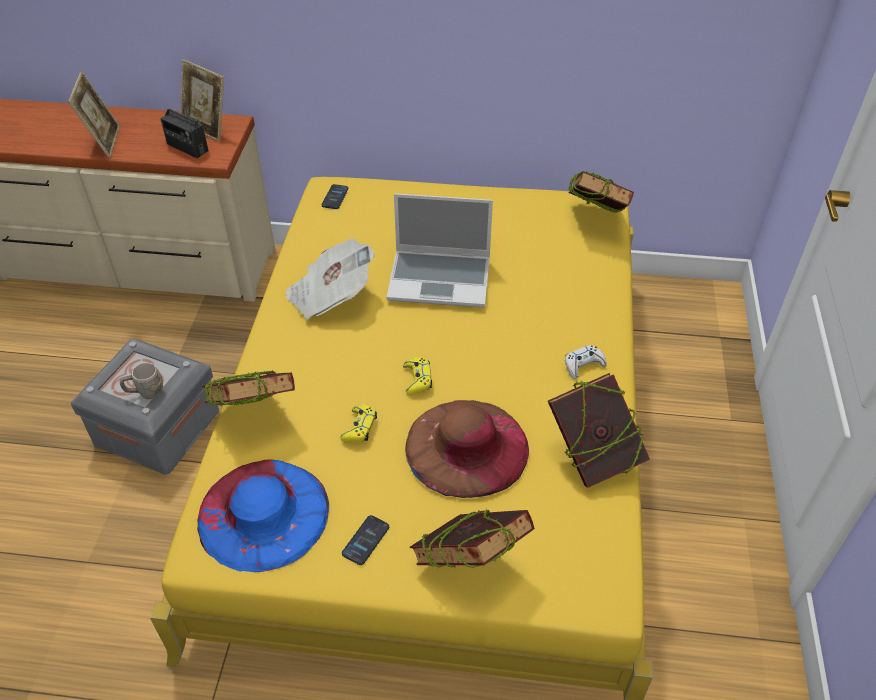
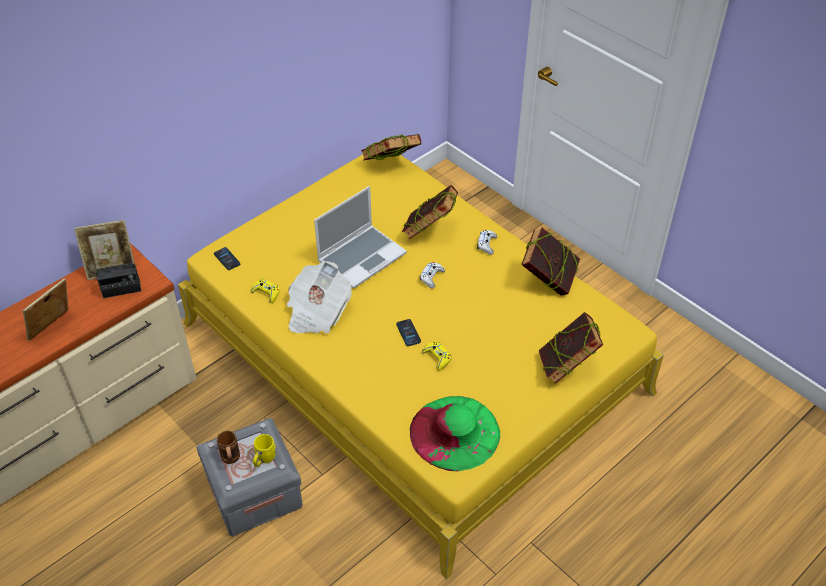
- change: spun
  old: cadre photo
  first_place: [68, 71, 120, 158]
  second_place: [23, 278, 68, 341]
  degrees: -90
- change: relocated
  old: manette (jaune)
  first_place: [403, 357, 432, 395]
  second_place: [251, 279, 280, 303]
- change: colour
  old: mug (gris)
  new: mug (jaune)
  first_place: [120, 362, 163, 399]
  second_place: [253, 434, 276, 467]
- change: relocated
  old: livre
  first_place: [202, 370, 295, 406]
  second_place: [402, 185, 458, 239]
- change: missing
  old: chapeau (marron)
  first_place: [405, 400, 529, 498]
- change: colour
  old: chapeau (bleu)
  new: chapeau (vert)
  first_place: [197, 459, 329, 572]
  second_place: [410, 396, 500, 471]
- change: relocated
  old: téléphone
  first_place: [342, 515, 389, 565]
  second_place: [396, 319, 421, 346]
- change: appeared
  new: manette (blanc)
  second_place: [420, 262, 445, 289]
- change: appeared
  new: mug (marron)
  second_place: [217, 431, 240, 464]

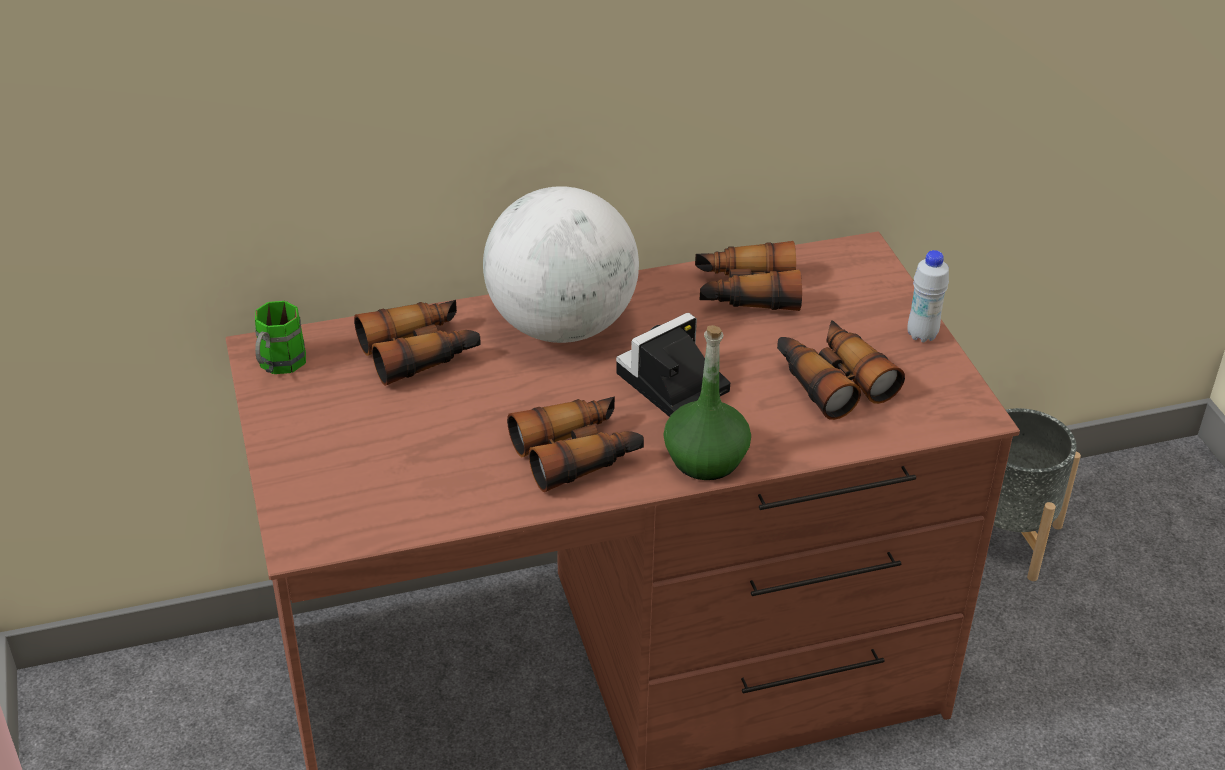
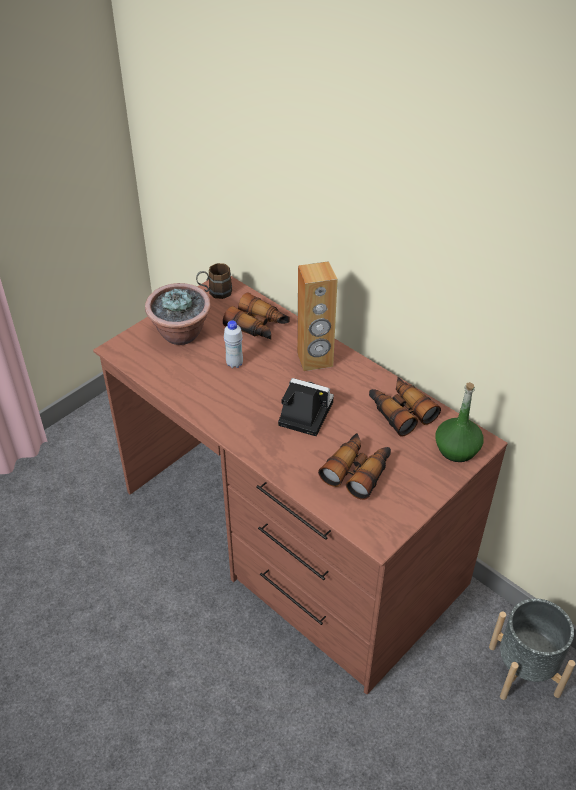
- change: exchanged
  old: globe
  new: enceinte (marron)
  first_place: [483, 186, 639, 343]
  second_place: [297, 261, 338, 371]
- change: relocated
  old: bouteille (blanc)
  first_place: [907, 250, 949, 342]
  second_place: [224, 320, 243, 368]
- change: colour
  old: mug (vert)
  new: mug (marron)
  first_place: [255, 301, 306, 374]
  second_place: [196, 263, 232, 299]
- change: relocated
  old: bouteille (vert)
  first_place: [663, 325, 751, 480]
  second_place: [435, 382, 483, 462]
- change: missing
  old: jumelles
  first_place: [507, 396, 644, 492]
- change: appeared
  new: plante en pot
  second_place: [145, 283, 211, 345]

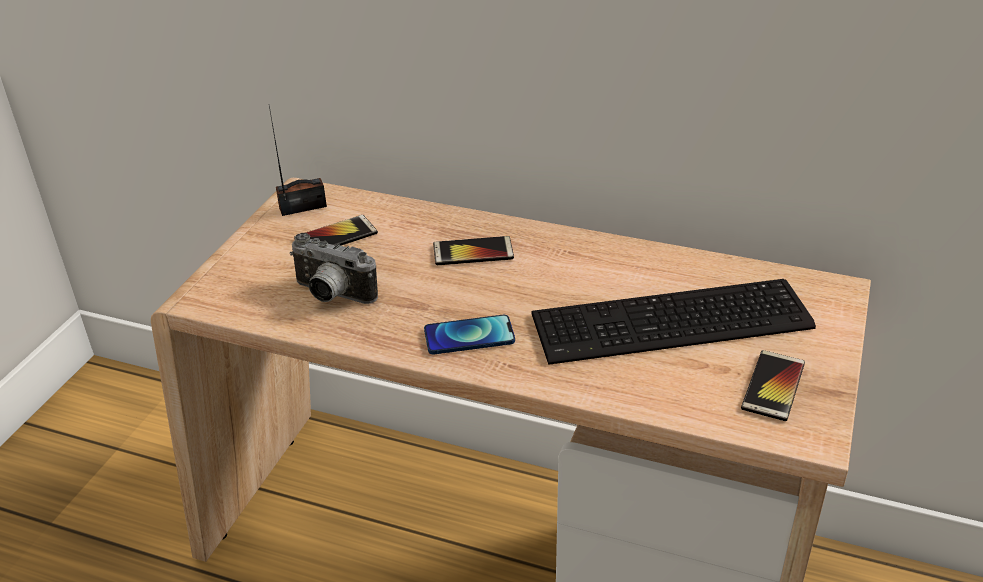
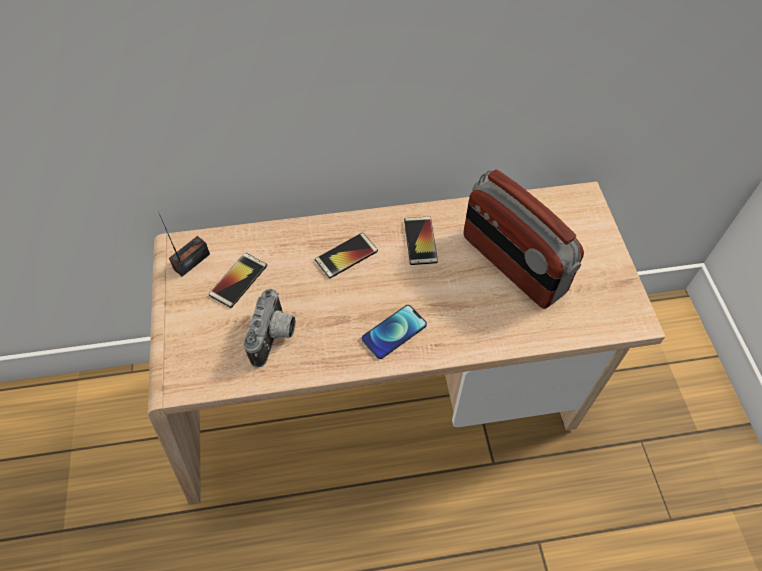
- change: spun
  old: appareil photo
  first_place: [290, 233, 378, 304]
  second_place: [244, 289, 296, 367]
  degrees: -75
- change: exchanged
  old: clavier
  new: radio
  first_place: [531, 279, 816, 365]
  second_place: [464, 170, 584, 309]
- change: relocated
  old: téléphone
  first_place: [741, 350, 805, 421]
  second_place: [404, 216, 438, 265]

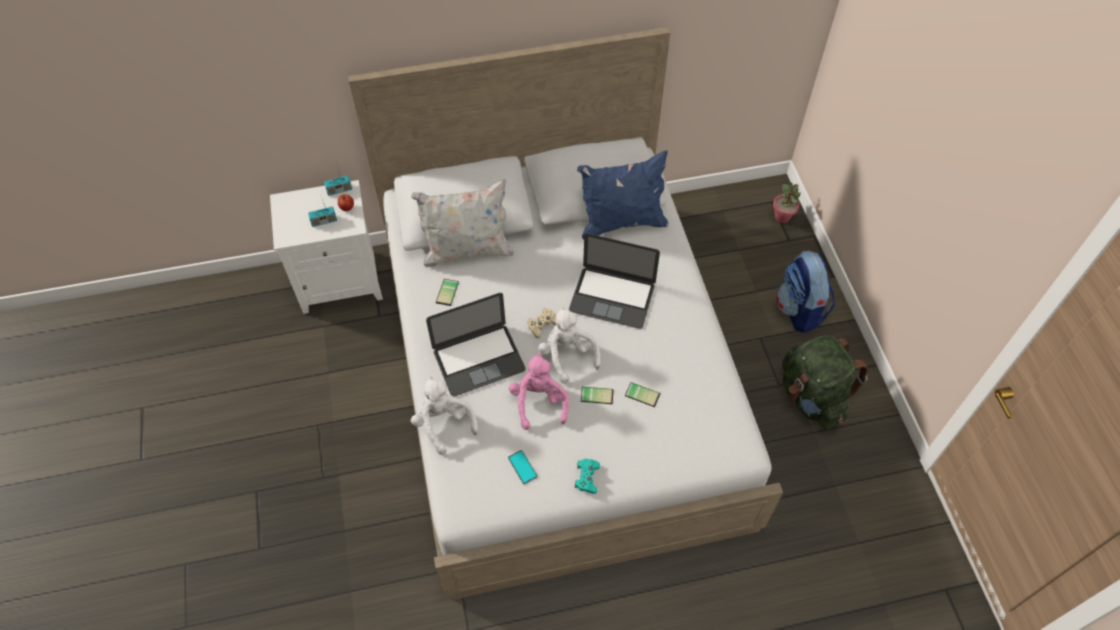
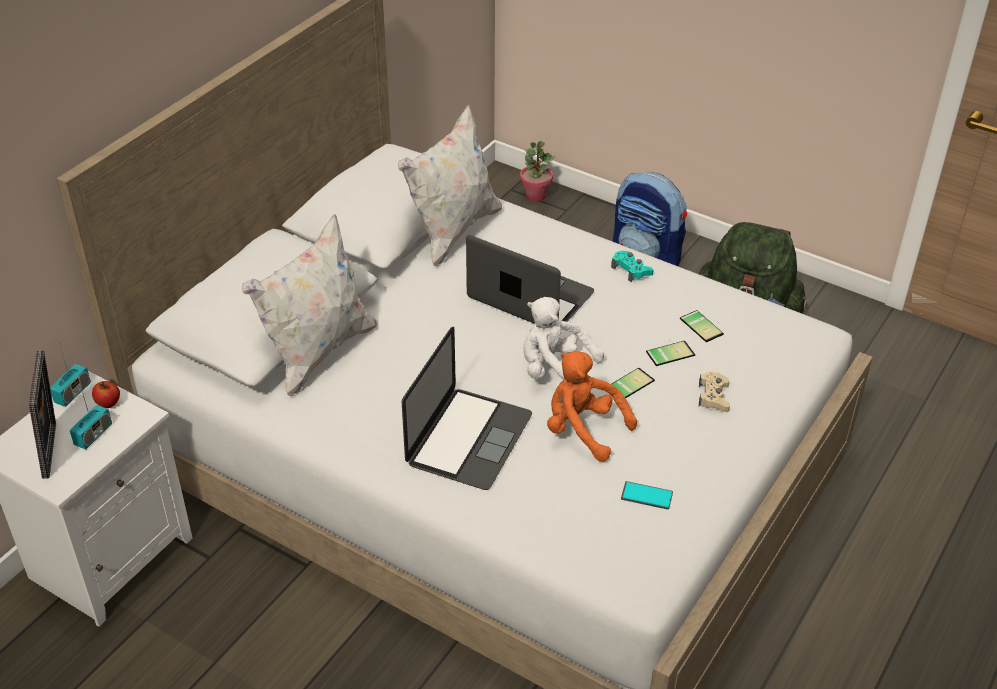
- change: colour
  old: coussin (bleu)
  new: coussin (blanc)
  first_place: [577, 150, 668, 239]
  second_place: [398, 105, 502, 266]
- change: spun
  old: ordinateur portable
  first_place: [569, 234, 660, 329]
  second_place: [466, 235, 594, 324]
  degrees: -120
- change: relocated
  old: téléphone
  first_place: [436, 279, 459, 306]
  second_place: [680, 310, 724, 342]
- change: relocated
  old: manette (beige)
  first_place: [528, 308, 556, 339]
  second_place: [699, 372, 730, 412]
- change: colour
  old: peluche (rose)
  new: peluche (orange)
  first_place: [509, 353, 569, 430]
  second_place: [547, 351, 637, 462]
- change: missing
  old: peluche (blanc)
  first_place: [411, 377, 478, 455]
- change: relocated
  old: manette (turquoise)
  first_place: [575, 459, 600, 494]
  second_place: [611, 251, 654, 282]
- change: appeared
  new: cadre photo
  second_place: [29, 350, 56, 479]

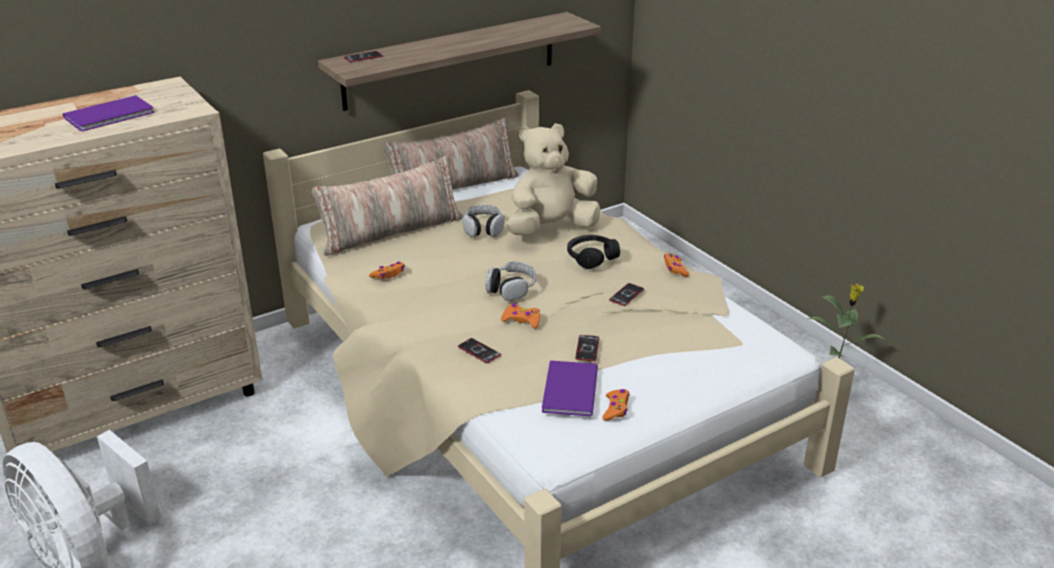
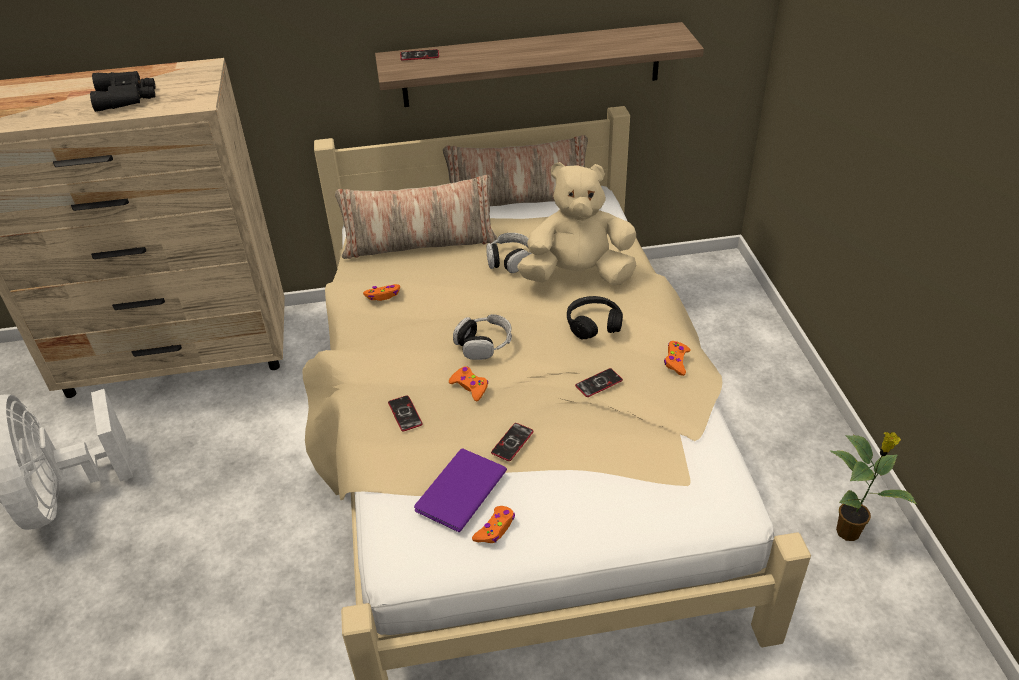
- change: exchanged
  old: livre (violet)
  new: jumelles (noir)
  first_place: [63, 95, 154, 131]
  second_place: [90, 71, 156, 112]

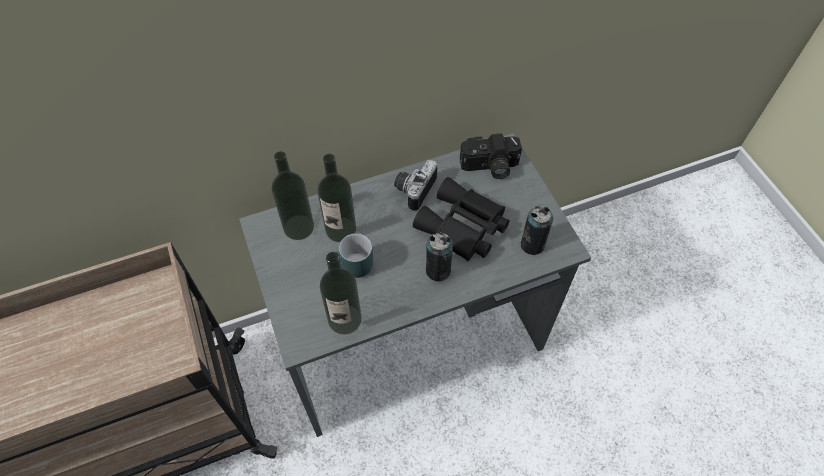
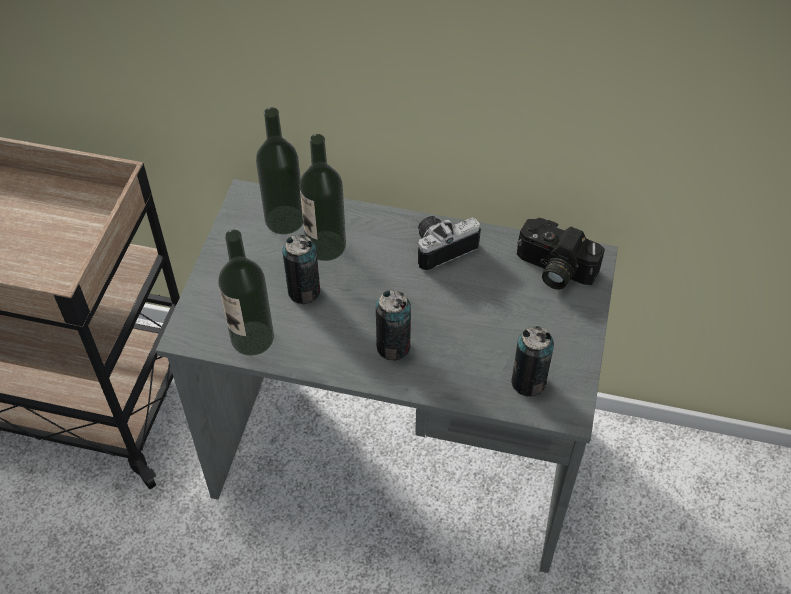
- change: missing
  old: jumelles (noir)
  first_place: [413, 177, 510, 261]
- change: exchanged
  old: mug (turquoise)
  new: boîte métallique
  first_place: [326, 233, 373, 278]
  second_place: [282, 234, 320, 304]

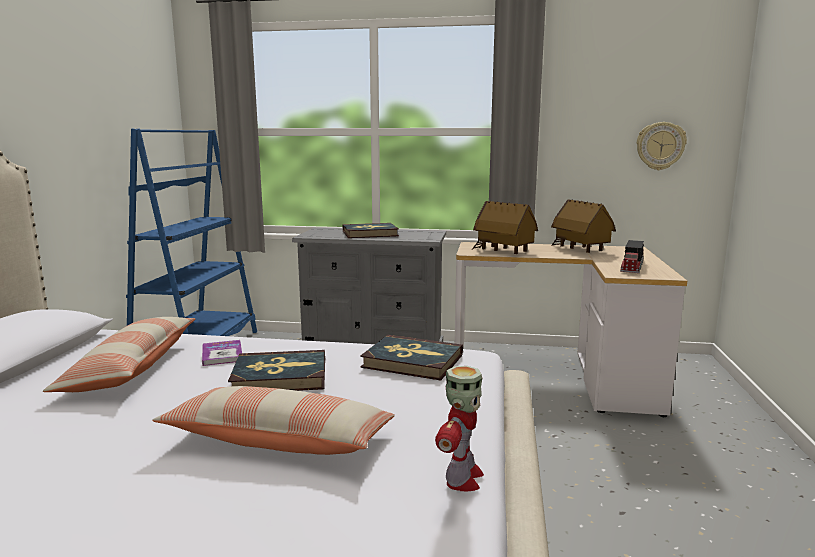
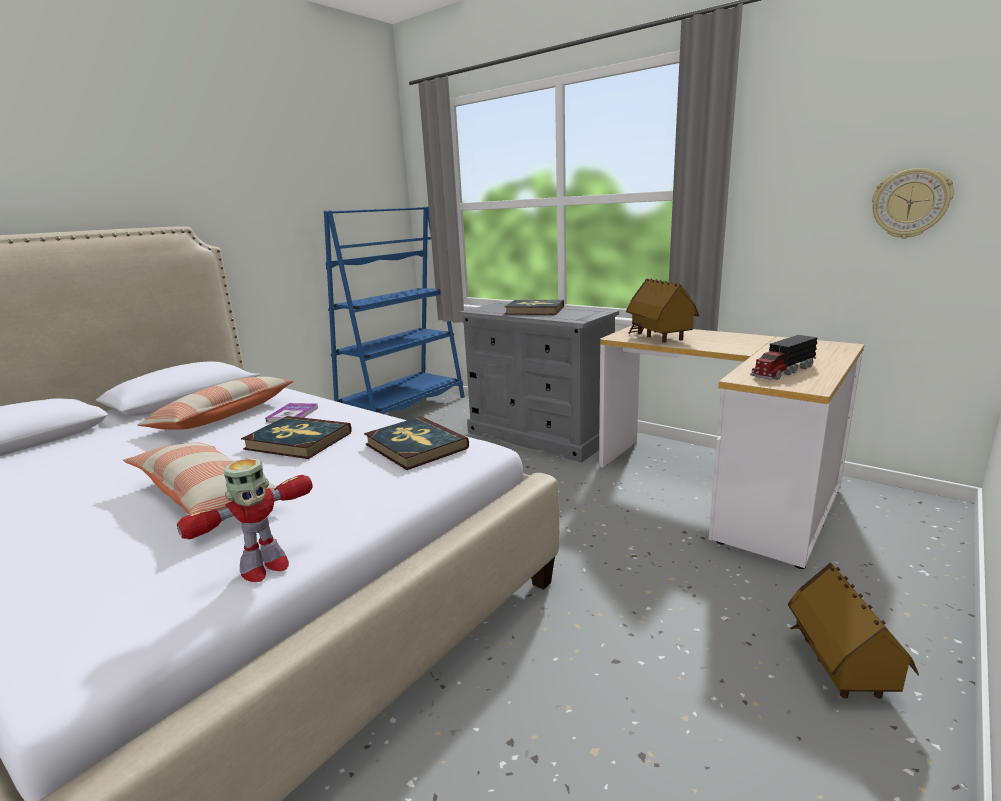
- change: relocated
  old: maison miniature
  first_place: [551, 200, 616, 253]
  second_place: [788, 562, 919, 699]

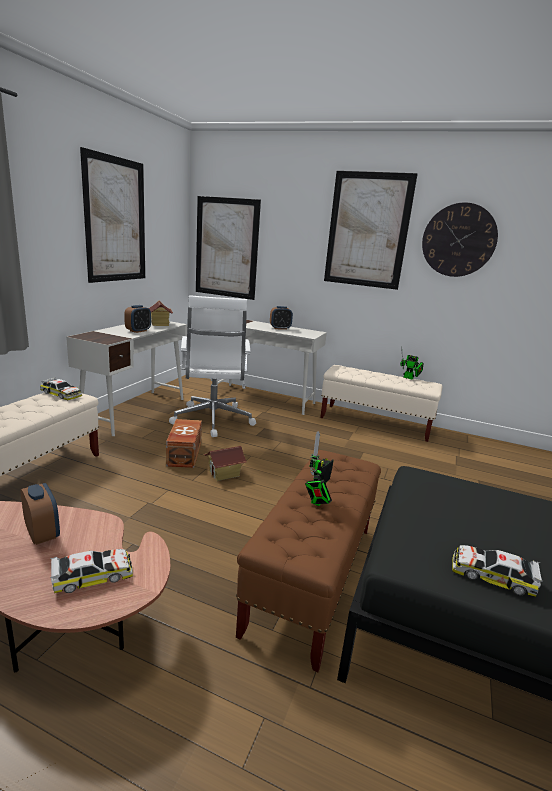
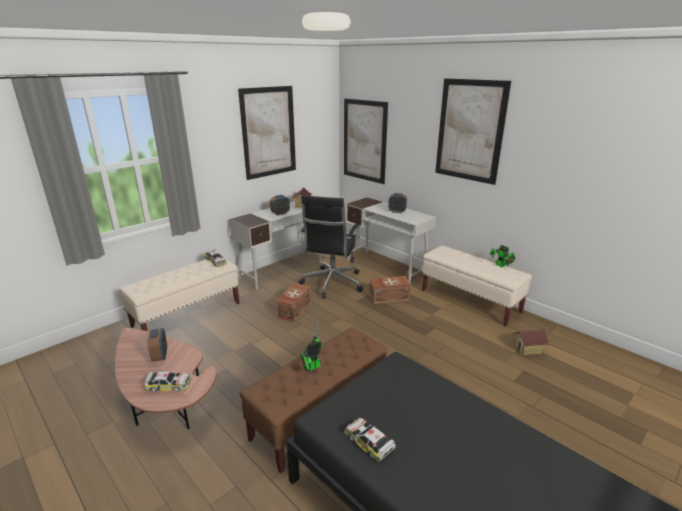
- change: missing
  old: horloge murale
  first_place: [422, 202, 498, 277]
- change: colour
  old: chaise de bureau (blanc)
  new: chaise de bureau (noir)
  first_place: [169, 295, 256, 437]
  second_place: [299, 195, 363, 299]
- change: relocated
  old: maison miniature
  first_place: [204, 446, 247, 481]
  second_place: [513, 330, 550, 355]
- change: appeared
  new: boîte de rangement (marron)
  second_place: [370, 276, 411, 304]

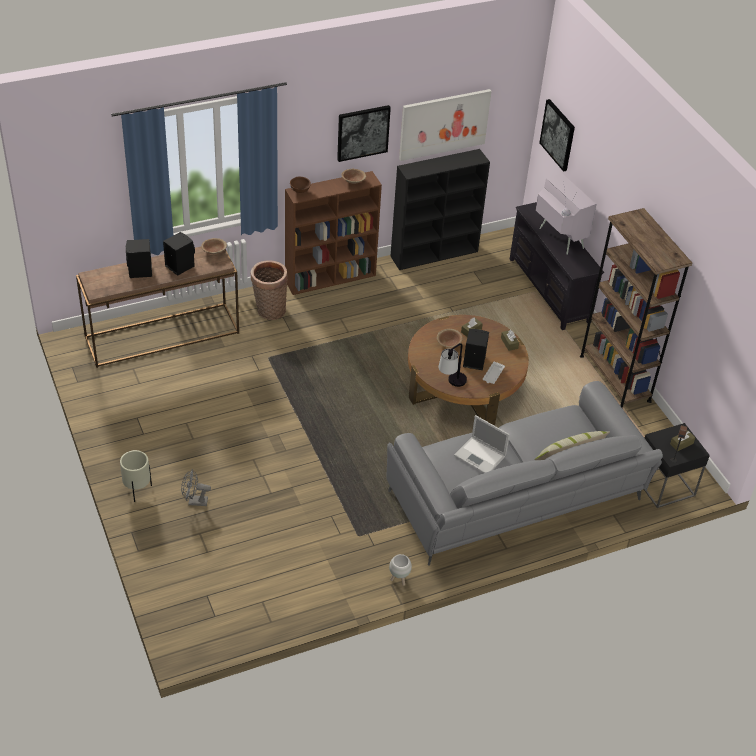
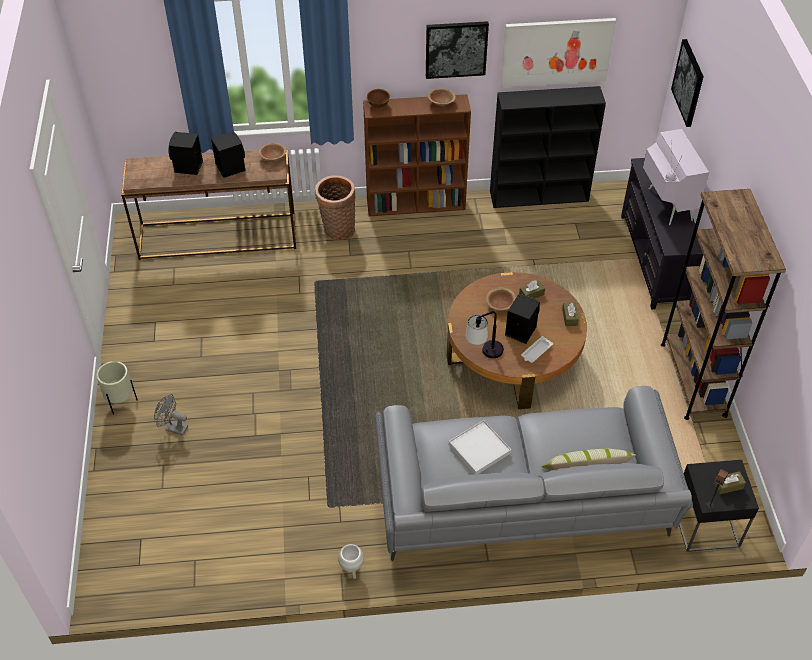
- change: exchanged
  old: ordinateur portable
  new: plateau (blanc)
  first_place: [454, 415, 510, 473]
  second_place: [449, 420, 511, 474]

